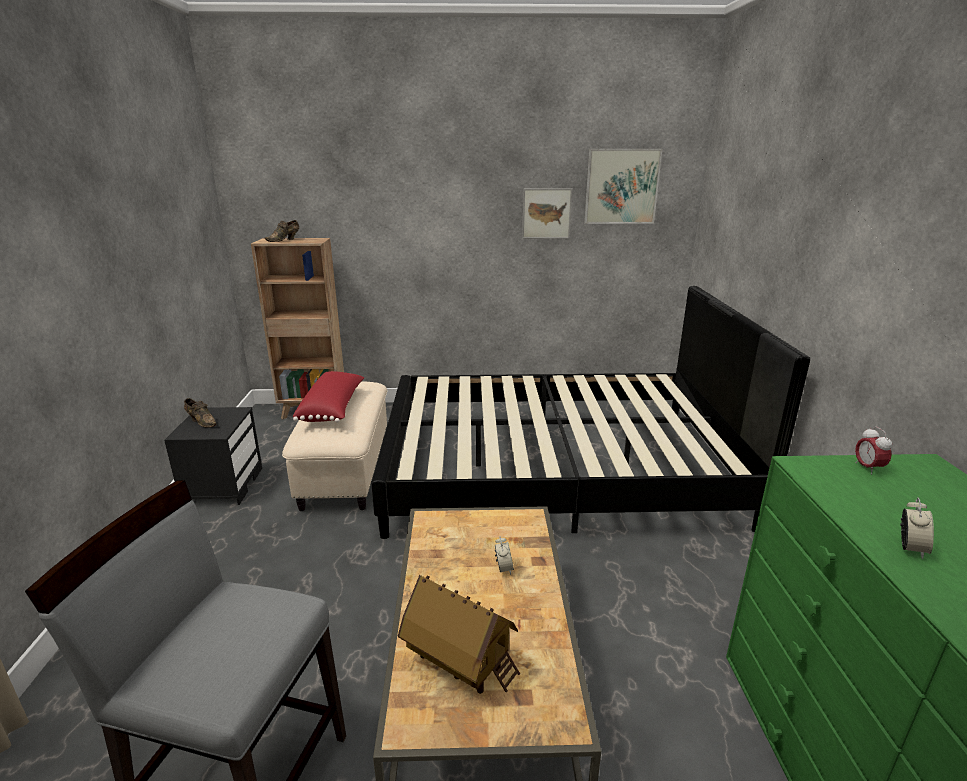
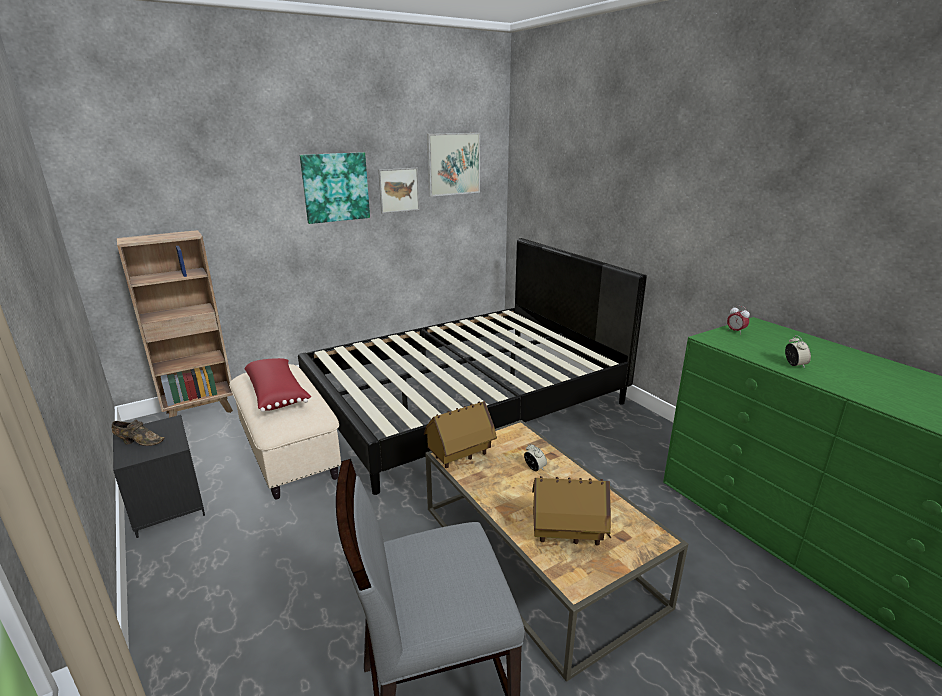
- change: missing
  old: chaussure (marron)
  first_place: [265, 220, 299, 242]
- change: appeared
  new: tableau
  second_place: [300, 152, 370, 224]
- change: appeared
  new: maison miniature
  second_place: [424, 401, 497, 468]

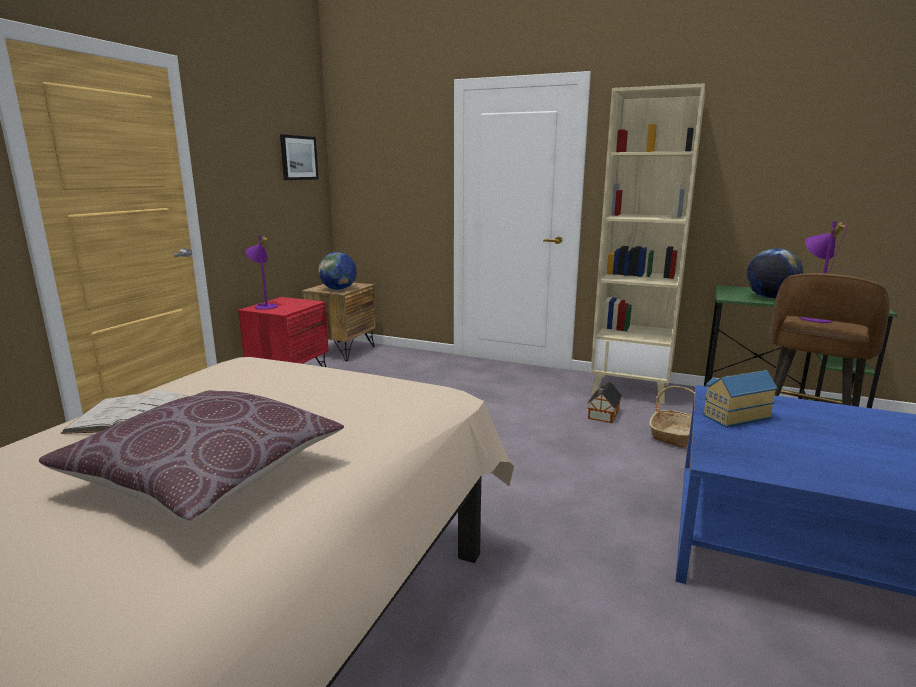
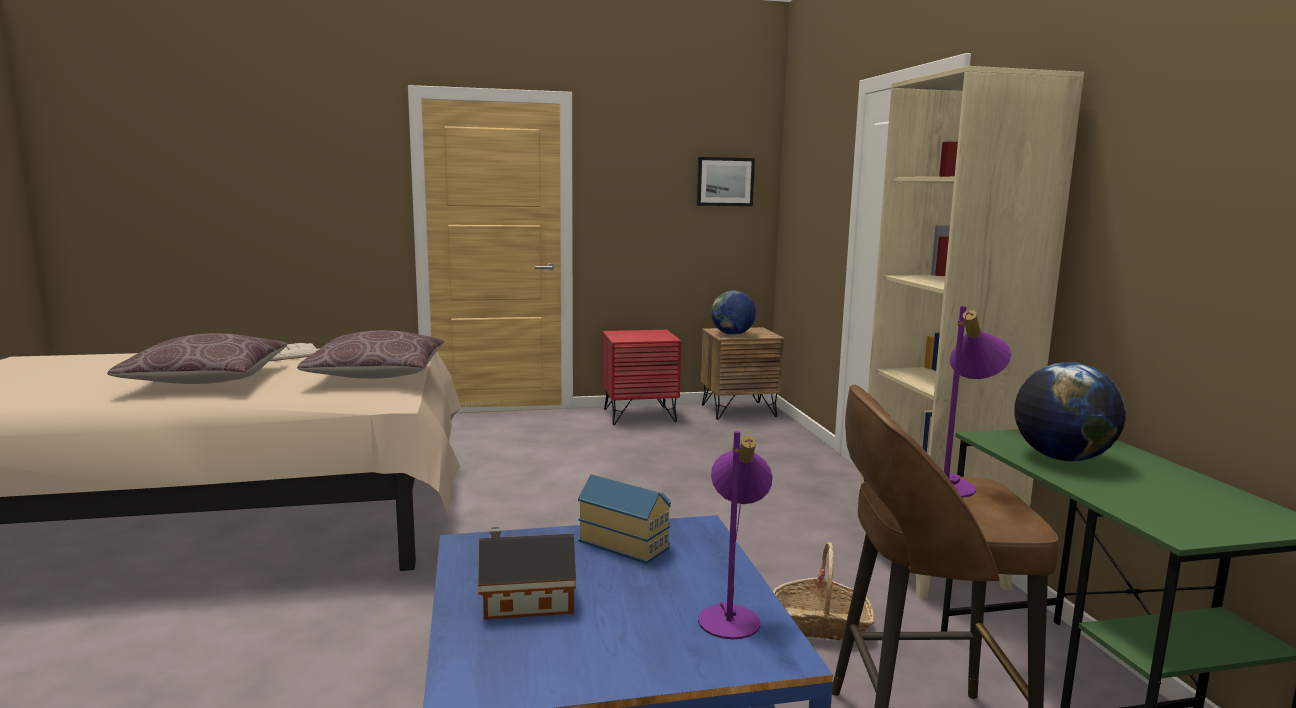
- change: relocated
  old: lampe de table (violet)
  first_place: [246, 235, 278, 310]
  second_place: [698, 431, 772, 640]
- change: relocated
  old: maison miniature
  first_place: [587, 382, 622, 423]
  second_place: [478, 527, 576, 620]
- change: appeared
  new: coussin (marron)
  second_place: [297, 330, 444, 379]

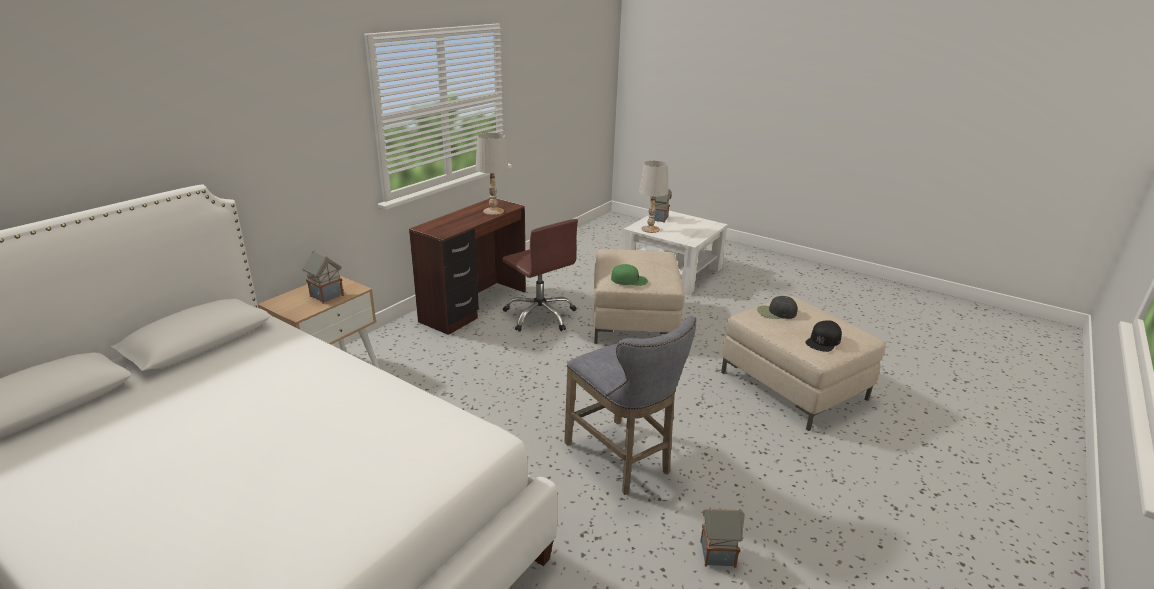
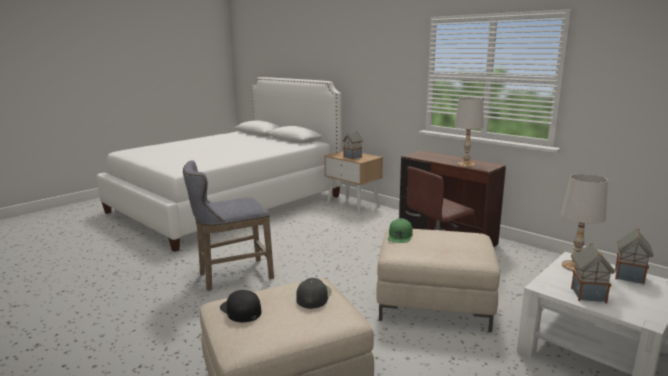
- change: relocated
  old: maison miniature
  first_place: [700, 508, 745, 568]
  second_place: [571, 243, 615, 303]

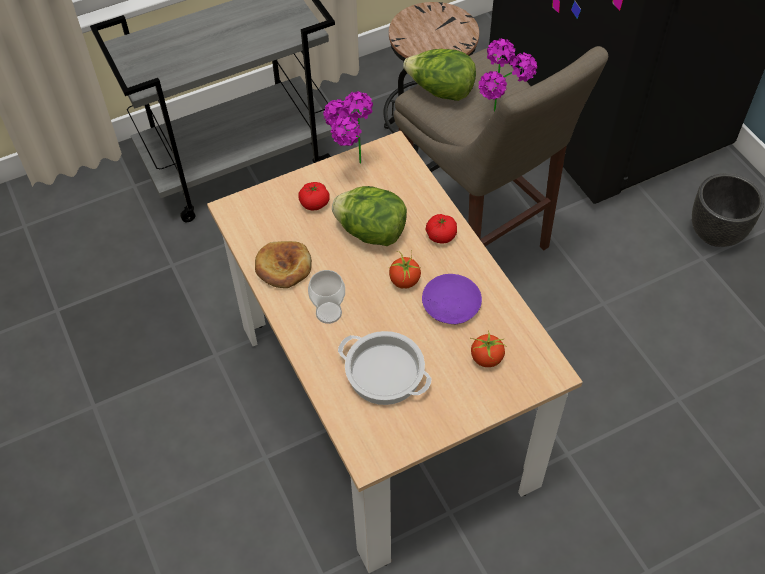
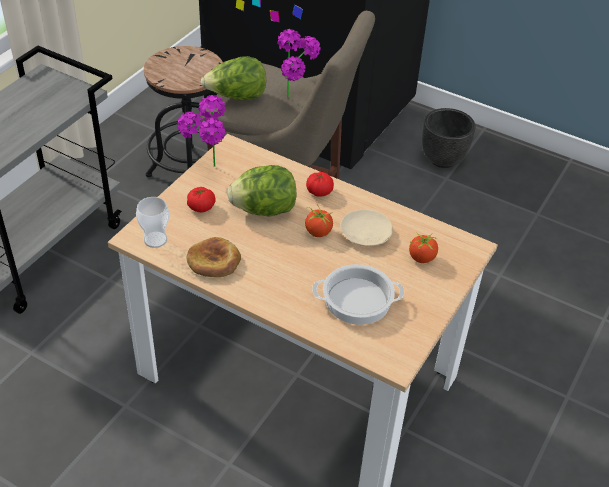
- change: relocated
  old: tasse
  first_place: [308, 270, 345, 324]
  second_place: [136, 197, 170, 248]
- change: colour
  old: assiette (violet)
  new: assiette (beige)
  first_place: [422, 274, 482, 324]
  second_place: [340, 209, 393, 246]

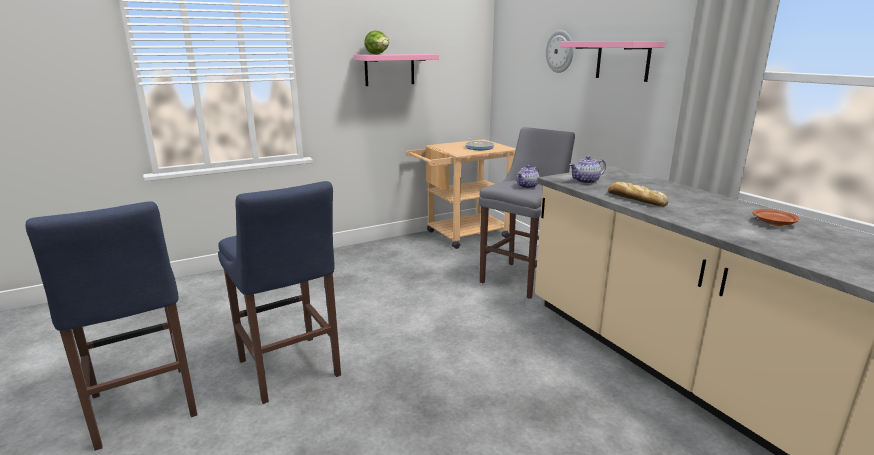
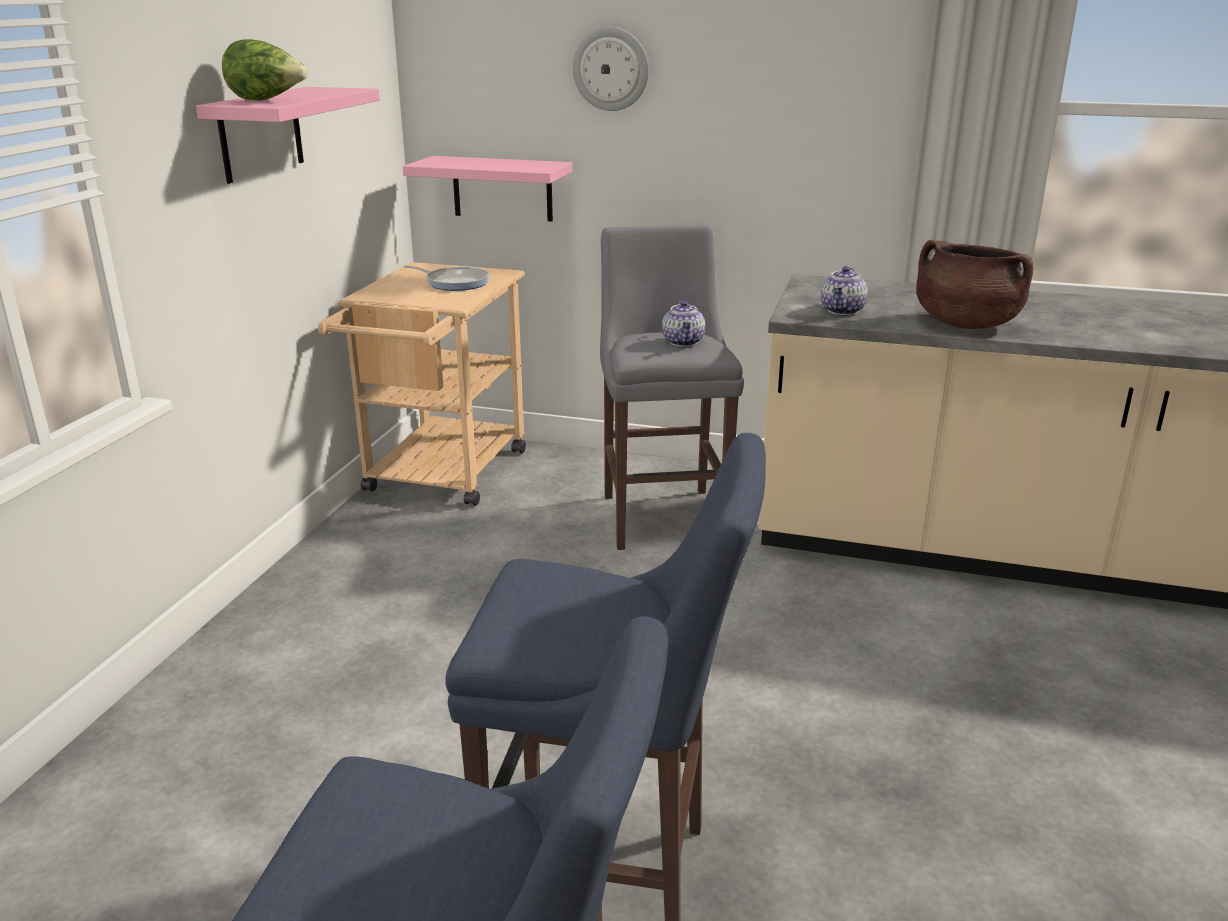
- change: relocated
  old: étagère (rose)
  first_place: [560, 41, 665, 82]
  second_place: [403, 156, 573, 222]
- change: exchanged
  old: pain
  new: marmite (marron)
  first_place: [608, 182, 668, 207]
  second_place: [916, 240, 1033, 329]
- change: missing
  old: assiette (marron)
  first_place: [753, 209, 799, 226]

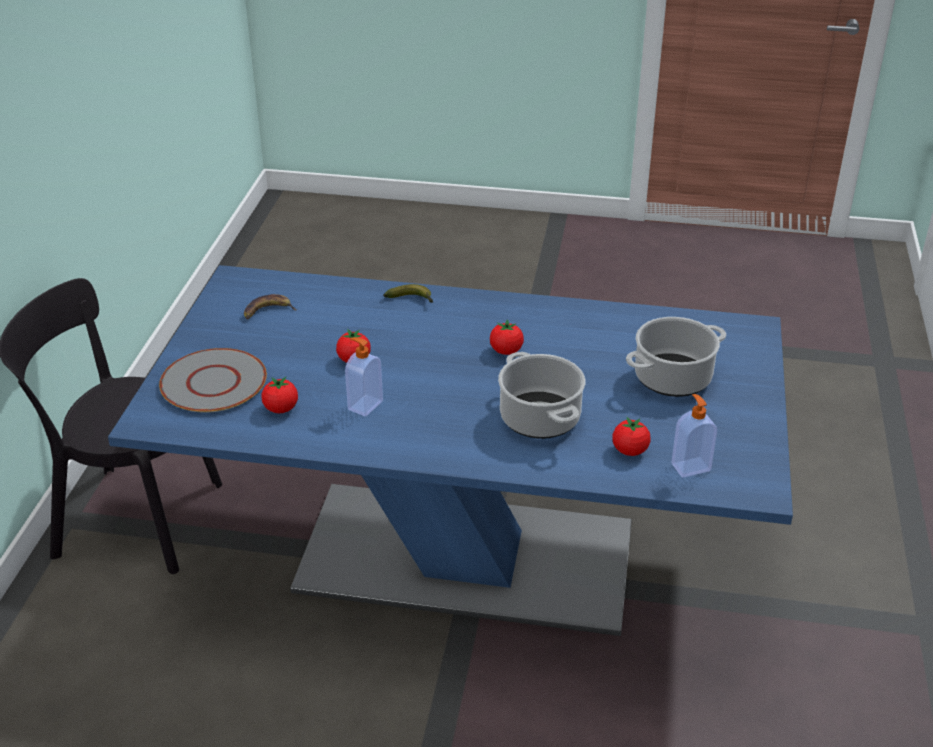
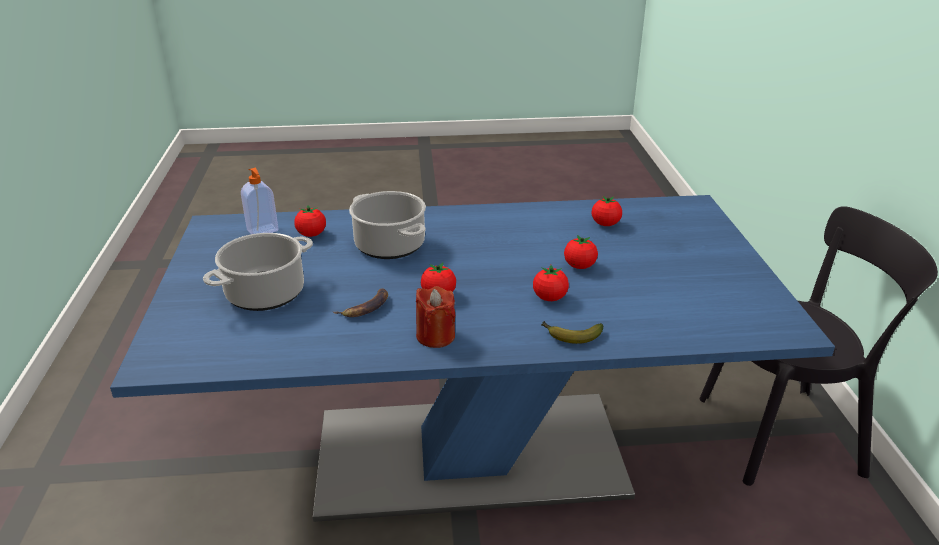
- change: relocated
  old: banane
  first_place: [244, 294, 297, 319]
  second_place: [333, 288, 388, 317]
- change: missing
  old: distributeur de savon
  first_place: [345, 337, 383, 416]
- change: missing
  old: assiette (gris)
  first_place: [159, 348, 267, 413]
- change: appeared
  new: tomate
  second_place: [533, 265, 569, 301]
- change: appeared
  new: bougie (rouge)
  second_place: [416, 286, 456, 348]

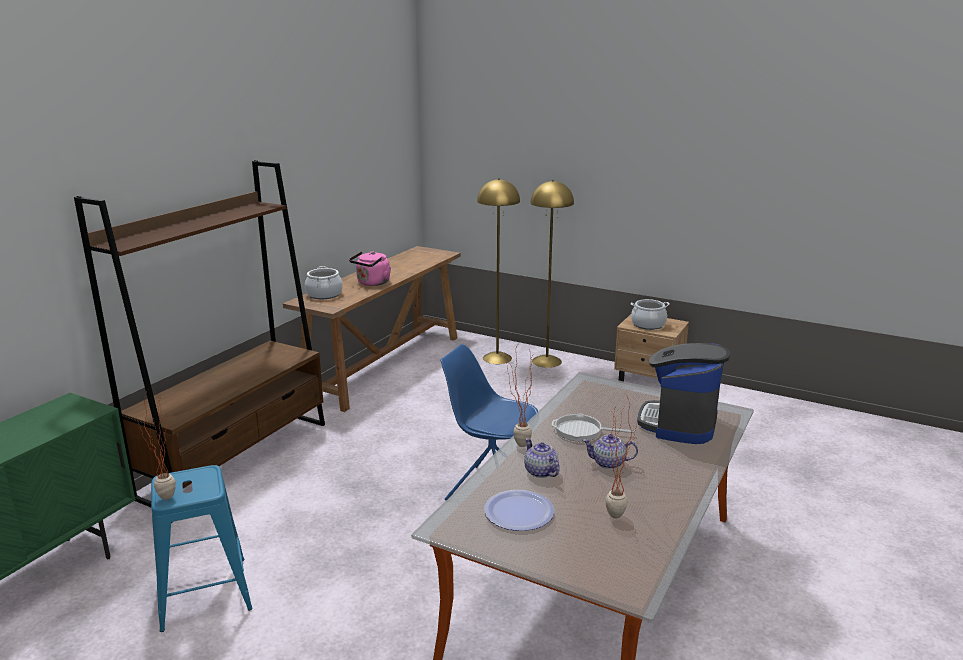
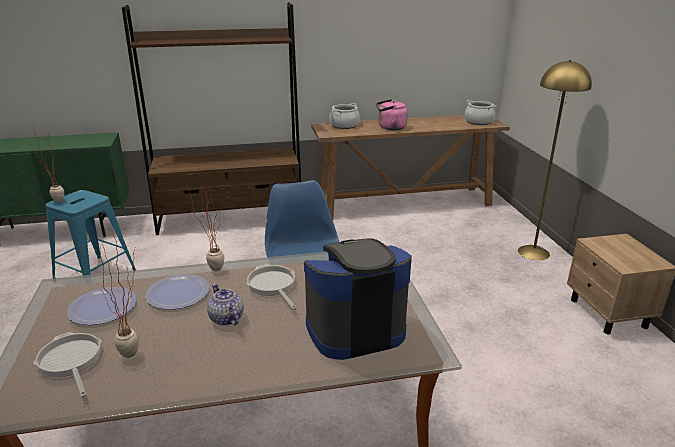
- change: missing
  old: lampadaire (jaune)
  first_place: [477, 178, 520, 364]
- change: relocated
  old: marmite
  first_place: [631, 299, 670, 330]
  second_place: [465, 100, 496, 125]
- change: exchanged
  old: théière
  new: assiette
  first_place: [524, 438, 560, 478]
  second_place: [145, 274, 210, 309]
- change: appeared
  new: poêle
  second_place: [34, 332, 101, 398]

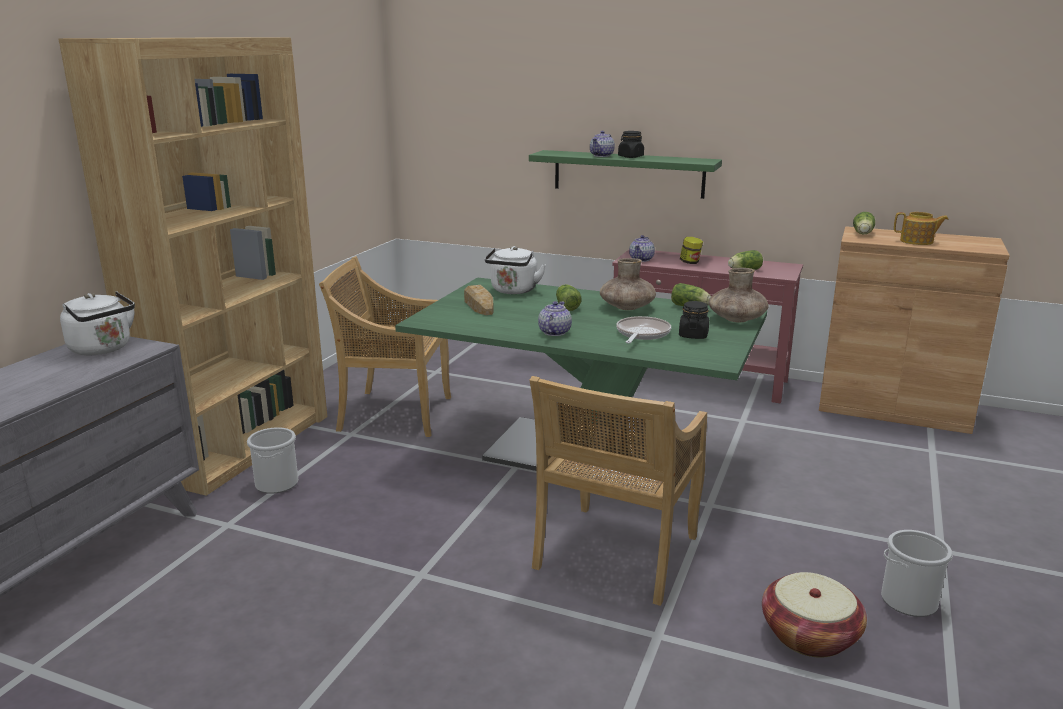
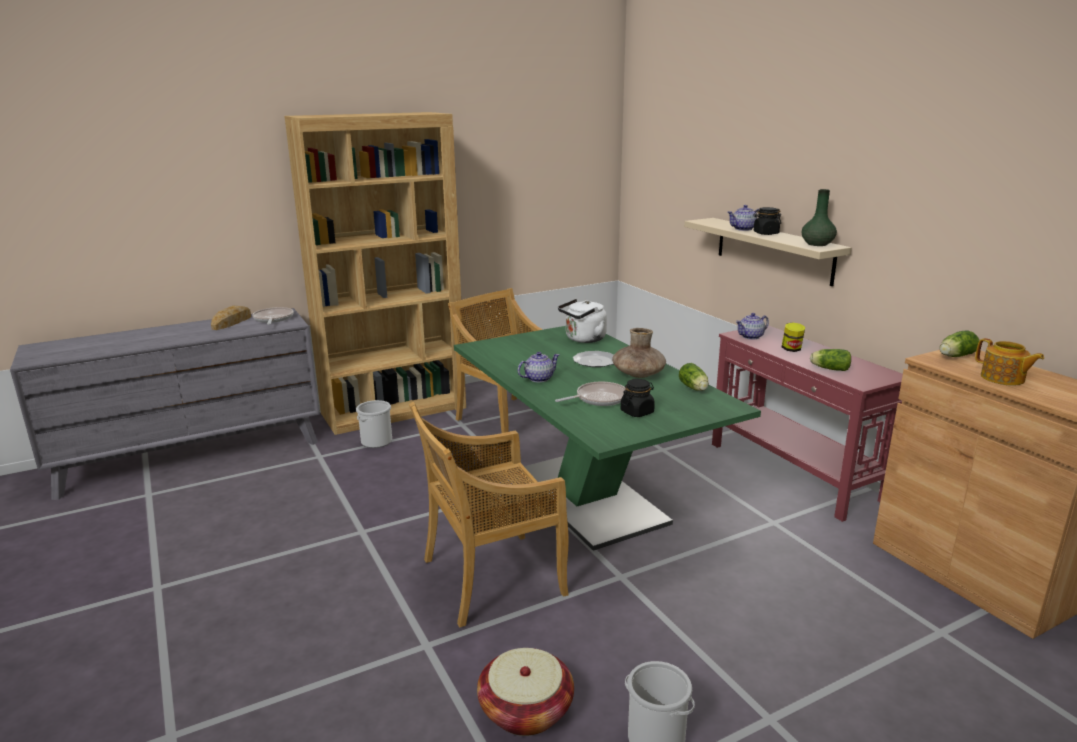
- change: colour
  old: étagère (vert)
  new: étagère (beige)
  first_place: [529, 150, 722, 199]
  second_place: [684, 218, 852, 286]
- change: missing
  old: vase (marron)
  first_place: [709, 268, 769, 323]
- change: exchanged
  old: laitue
  new: assiette
  first_place: [556, 284, 581, 311]
  second_place: [573, 351, 614, 367]
- change: relocated
  old: pain
  first_place: [464, 285, 494, 315]
  second_place: [211, 306, 251, 330]
- change: exchanged
  old: bouilloire (blanc)
  new: poêle
  first_place: [60, 291, 135, 355]
  second_place: [252, 307, 294, 325]
- change: appeared
  new: vase (vert)
  second_place: [802, 189, 837, 246]

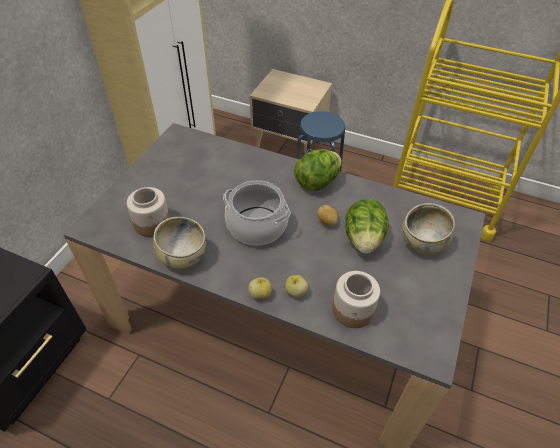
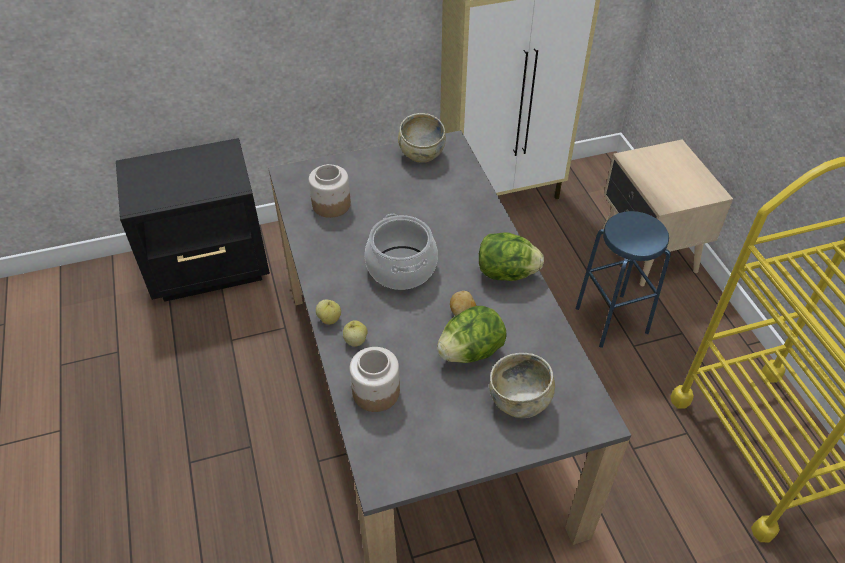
- change: relocated
  old: bol (beige)
  first_place: [153, 217, 206, 269]
  second_place: [398, 113, 446, 163]

